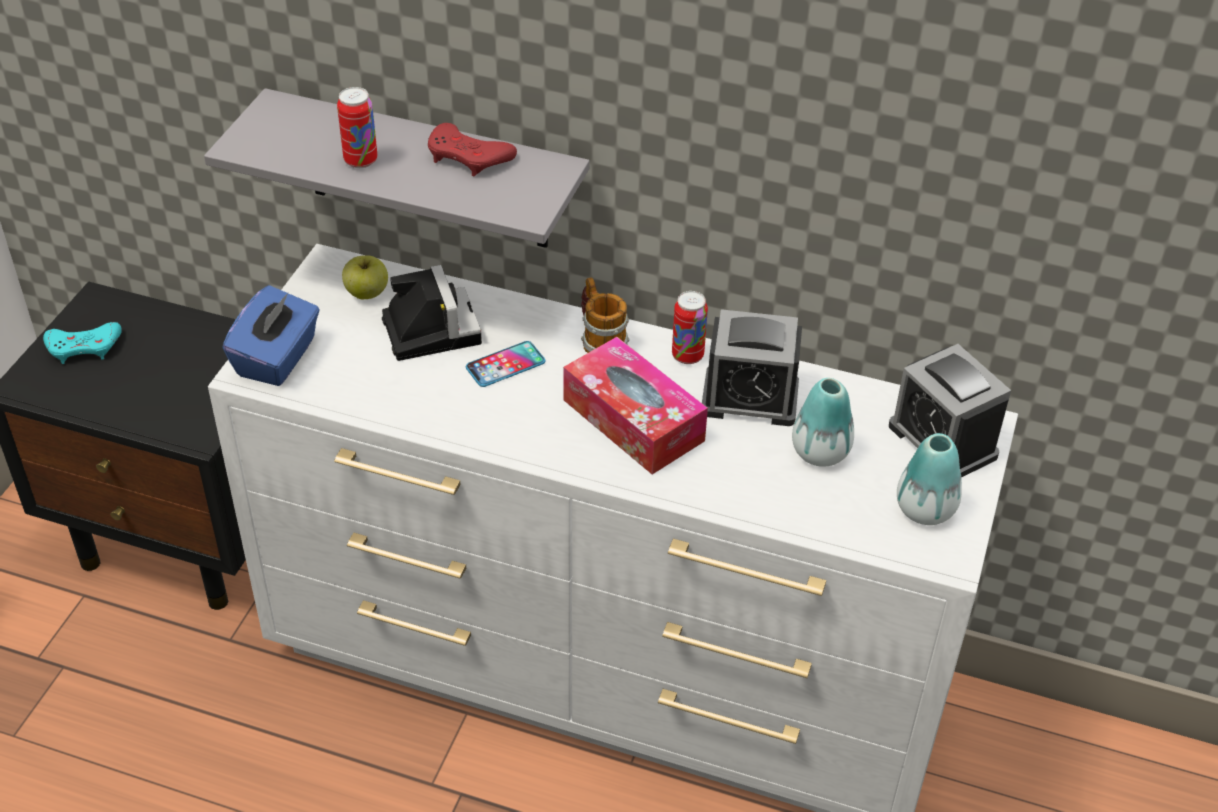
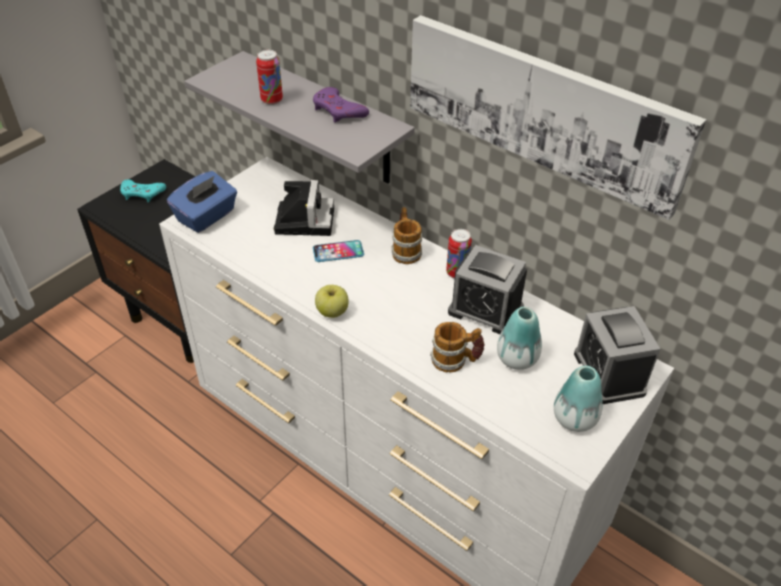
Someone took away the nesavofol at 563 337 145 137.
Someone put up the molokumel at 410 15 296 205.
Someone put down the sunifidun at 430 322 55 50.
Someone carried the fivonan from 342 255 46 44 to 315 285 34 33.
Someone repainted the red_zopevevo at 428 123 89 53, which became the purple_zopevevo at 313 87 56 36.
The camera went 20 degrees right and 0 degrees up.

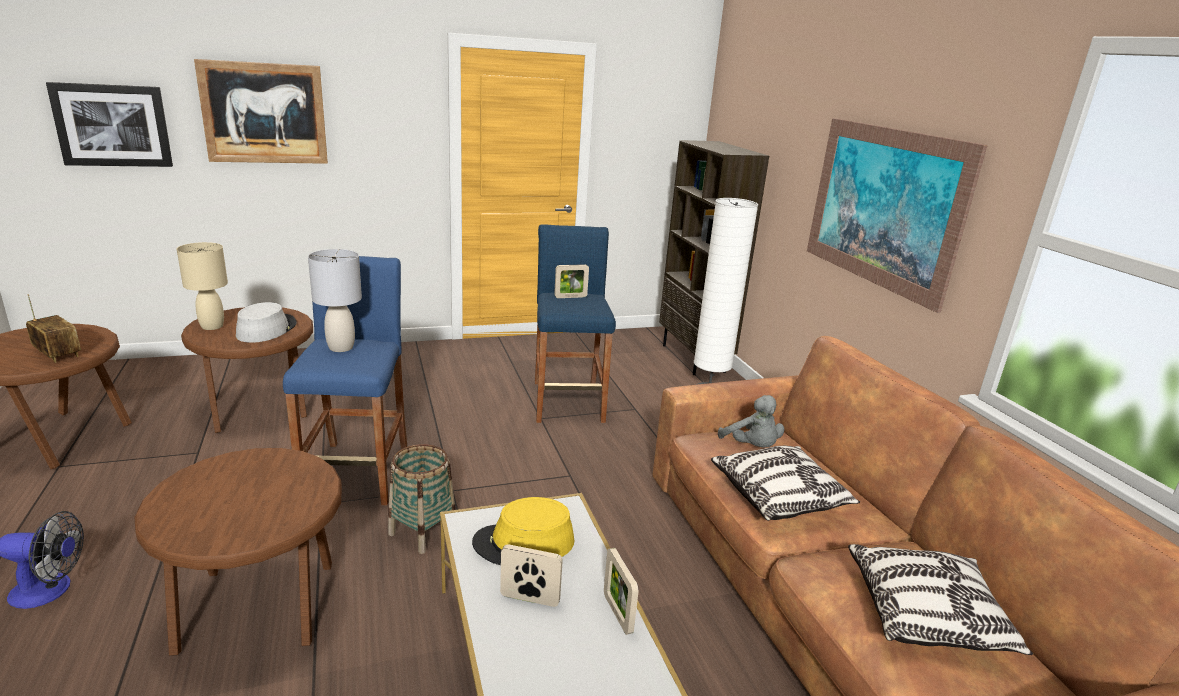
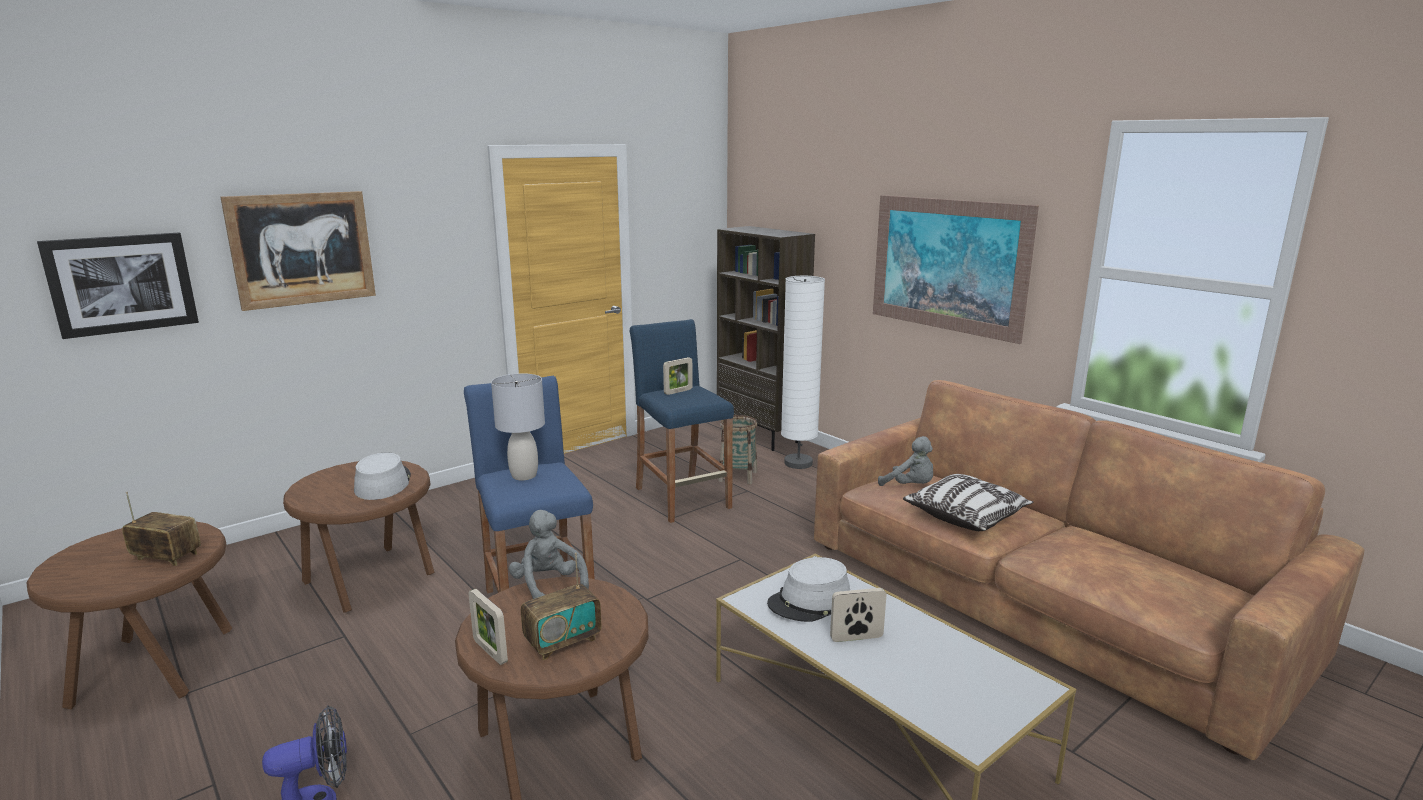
Someone took away the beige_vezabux at 177 242 51 88.
Someone took away the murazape at 848 544 185 111.
Someone put down the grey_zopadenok at 509 510 80 89.
Someone put down the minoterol at 521 553 81 107.
Someone carried the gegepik from 388 444 67 110 to 718 415 39 70.
Someone carried the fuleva from 604 548 35 87 to 468 589 40 76.
Someone repainted the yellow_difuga at 472 497 102 68, which became the grey_difuga at 767 557 83 65.
The camera went 20 degrees left and 5 degrees down.

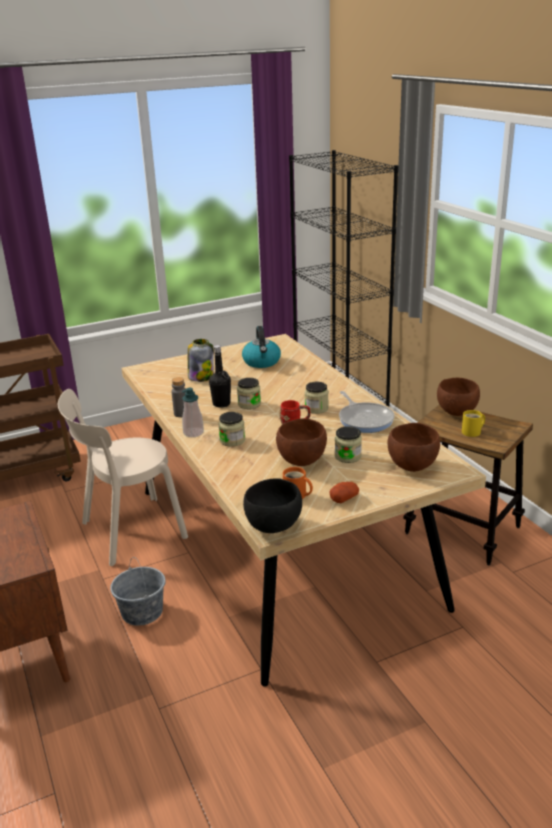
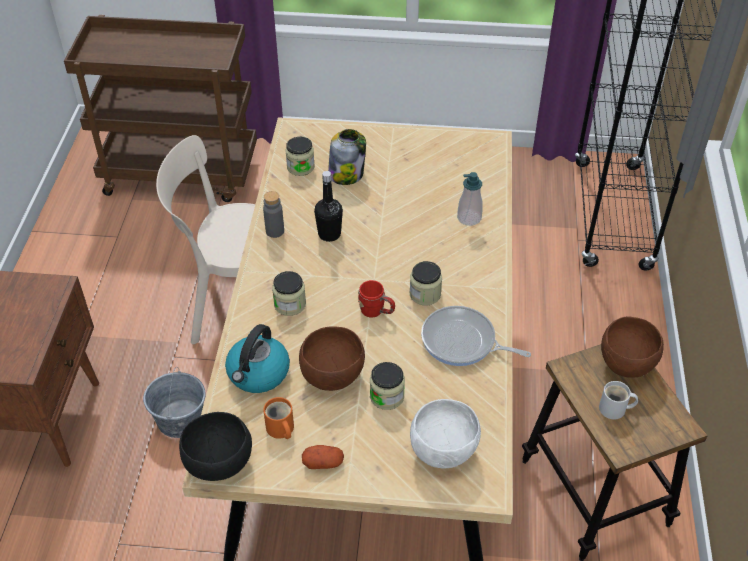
Someone carried the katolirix from 182 388 22 49 to 457 172 26 54.
Someone carried the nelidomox from 237 378 24 31 to 286 137 29 39.
Someone carried the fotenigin from 242 326 39 42 to 225 324 65 69.
Someone repainted the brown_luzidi at 387 423 53 49, which became the white_luzidi at 410 399 71 69.
Someone repainted the yellow_sunifidun at 462 410 23 27, which became the white_sunifidun at 599 381 39 38.
Someone rotated the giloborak at 339 391 55 42 by 105 degrees clockwise.
The camera went 30 degrees right and 20 degrees up.

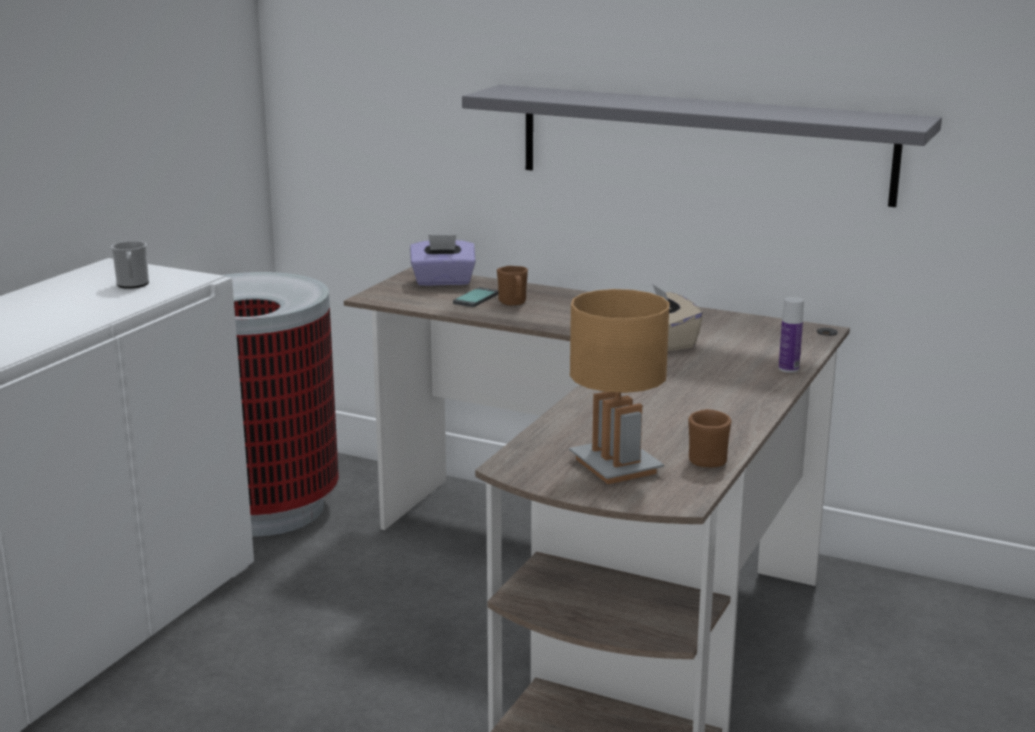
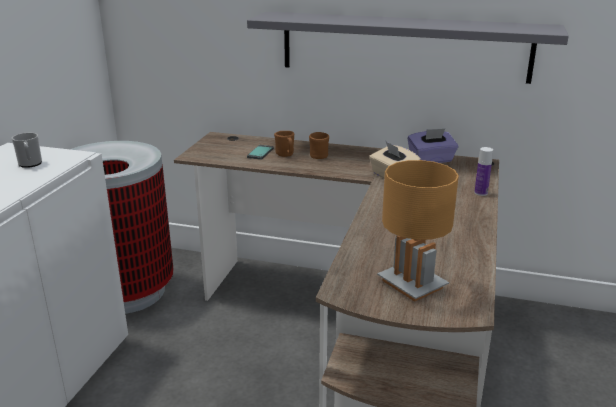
Someone carried the purple_nesavofol from 410 235 66 51 to 408 128 50 35.
Someone carried the brown_sunifidun from 688 409 44 58 to 309 132 20 27.
The camera went 10 degrees left and 5 degrees up.

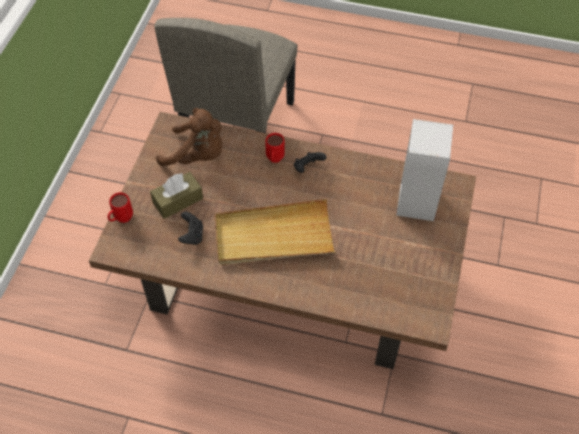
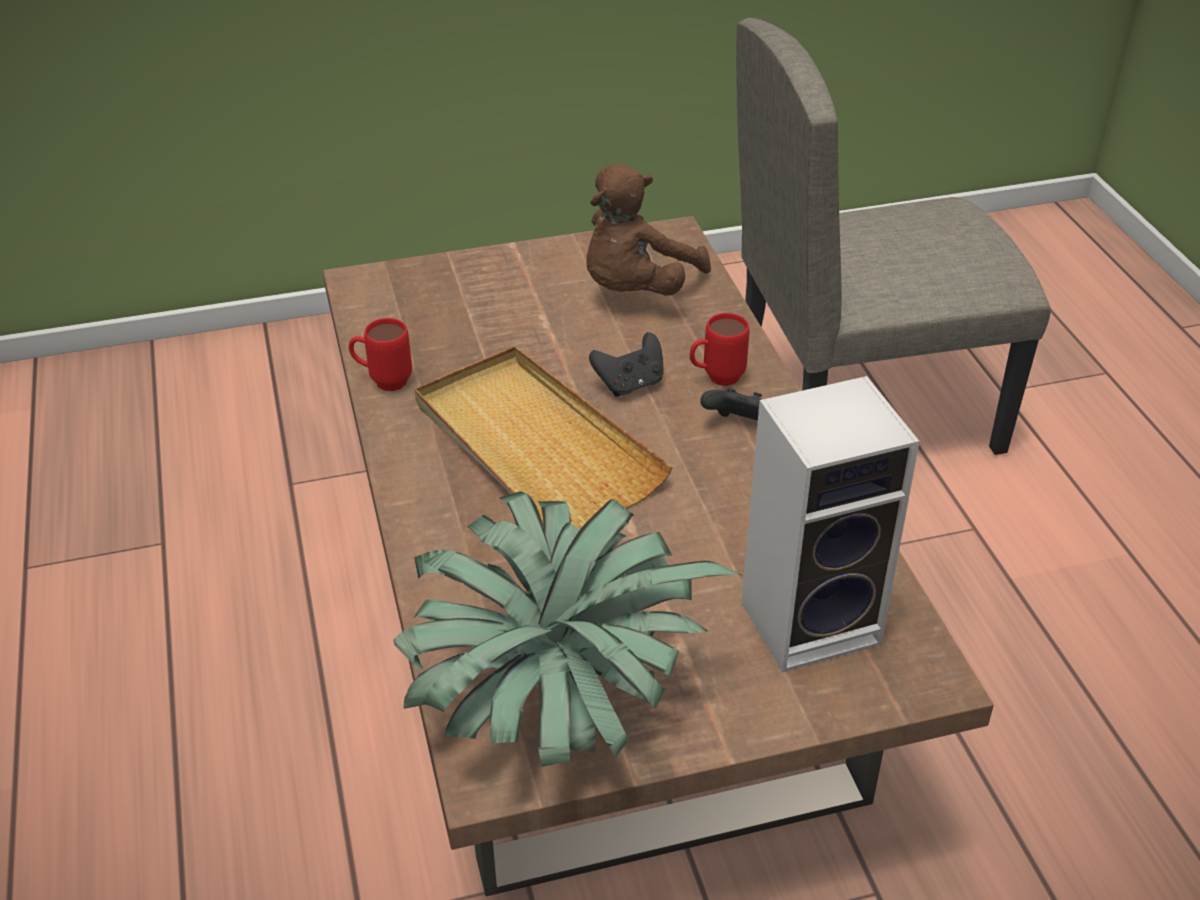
Someone took away the brown_nesavofol at 150 172 53 47.
Someone put down the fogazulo at 393 491 349 276.
Someone carried the red_sunifidun from 107 192 26 31 to 349 318 63 73.
Someone carried the black_zopevevo from 178 212 25 33 to 589 332 74 65.
Someone rotated the brown_zopadenok at 156 108 66 58 by 45 degrees clockwise.
The camera went 60 degrees right and 15 degrees down.

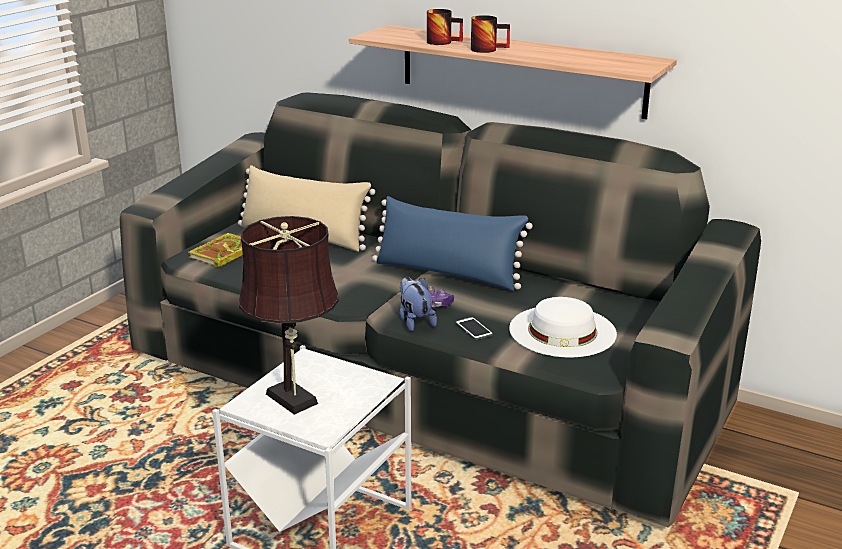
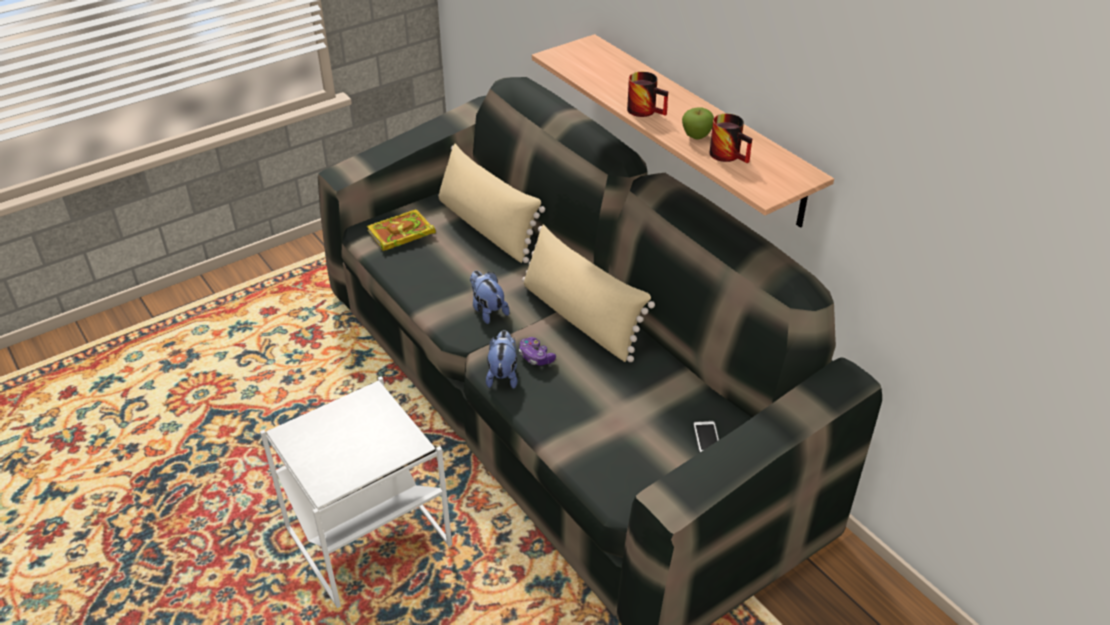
Someone took away the brown_vezabux at 239 216 100 199.
Someone took away the white_difuga at 509 297 108 60.
Someone put down the zopadenok at 470 271 40 53.
Someone put down the fivonan at 682 107 32 33.
Someone carried the sunifidun from 427 9 36 36 to 709 114 43 49.
Someone carried the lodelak from 455 317 38 23 to 693 421 26 32.
Someone repainted the blue_murazape at 372 196 161 95, which became the beige_murazape at 522 224 133 138.
The camera went 25 degrees right and 15 degrees up.

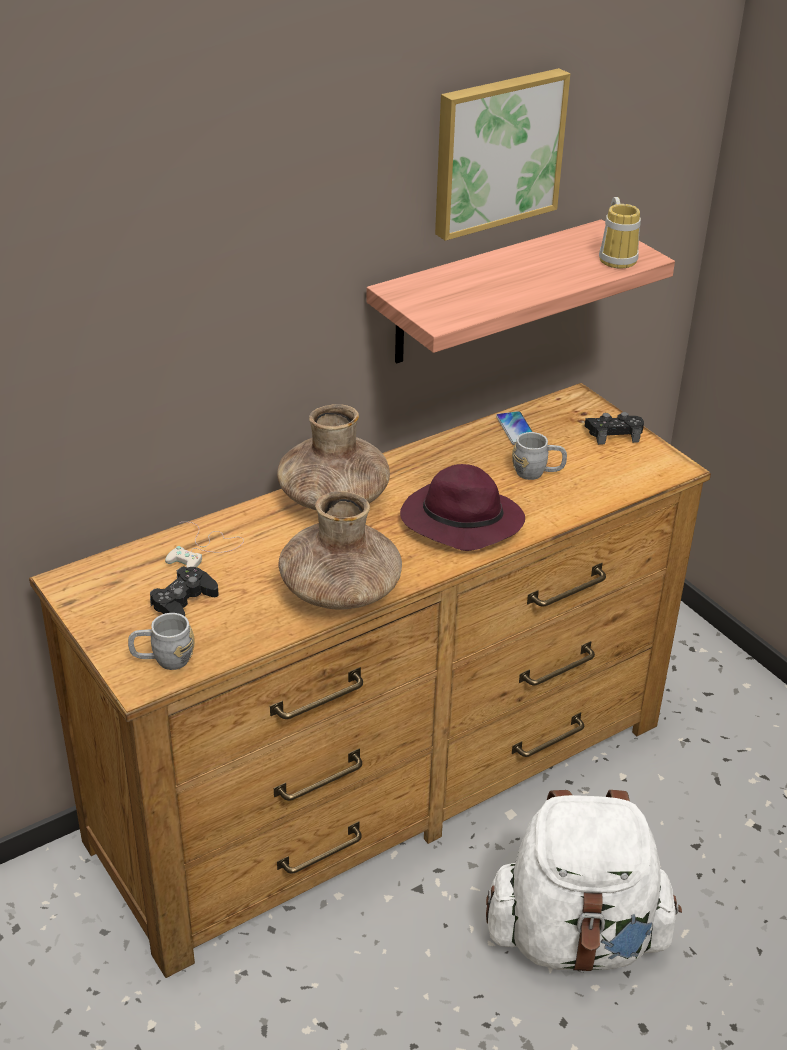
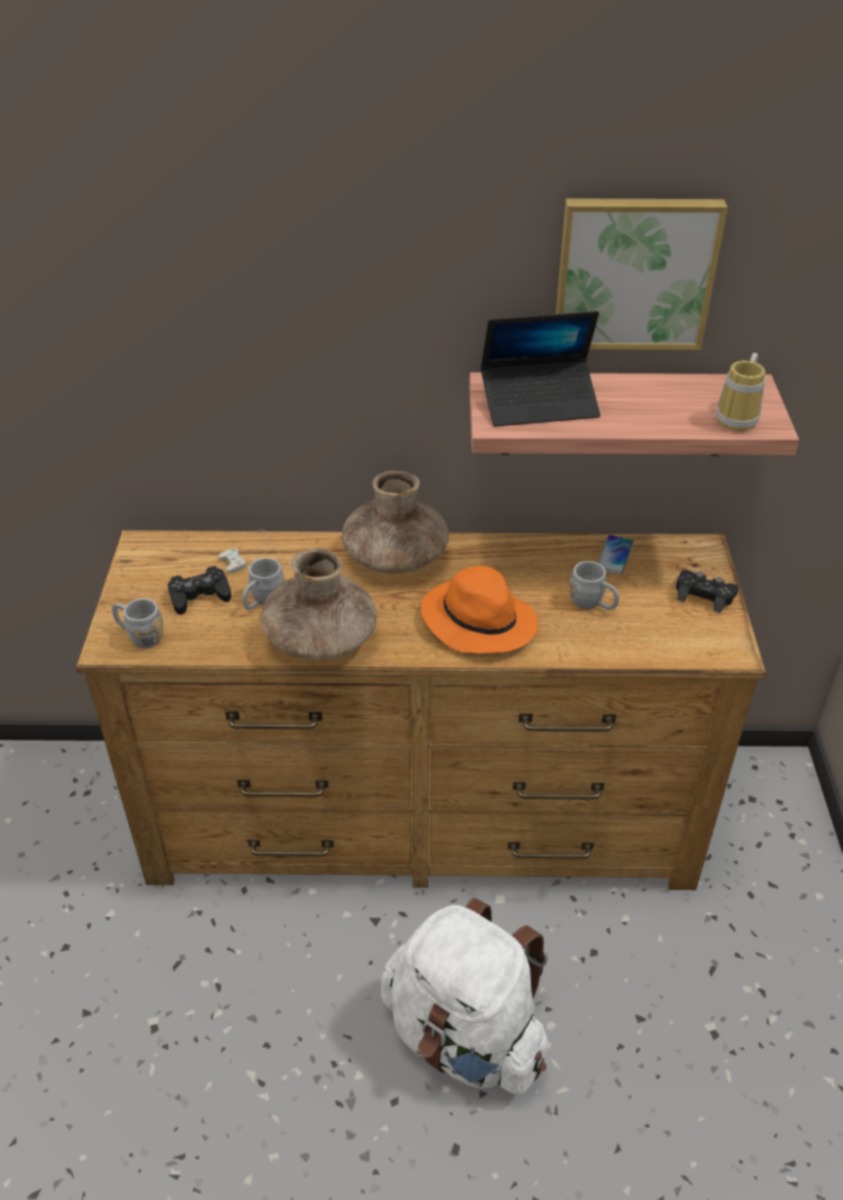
Someone put down the grey_sunifidun at 243 558 42 52.
Someone put down the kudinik at 481 311 119 116.
Someone repainted the purple_difuga at 400 464 125 87, which became the orange_difuga at 421 566 117 87.
The camera went 35 degrees right and 5 degrees up.

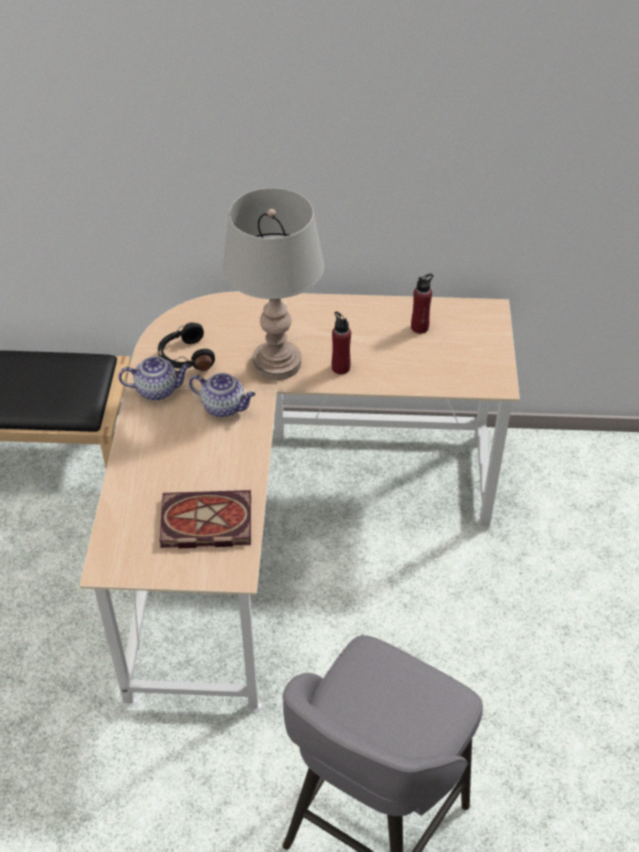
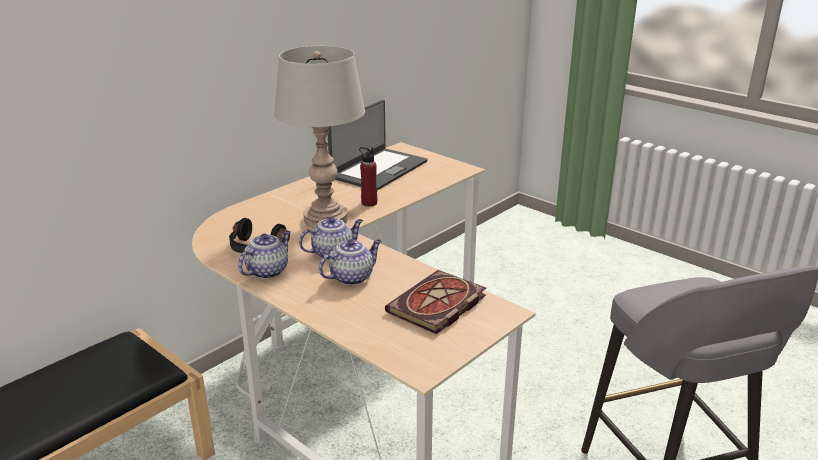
Someone put down the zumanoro at 319 239 63 46.
Someone swapped the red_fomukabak at 411 274 23 60 for the kudinik at 328 100 100 90.
The camera went 50 degrees left and 20 degrees down.

